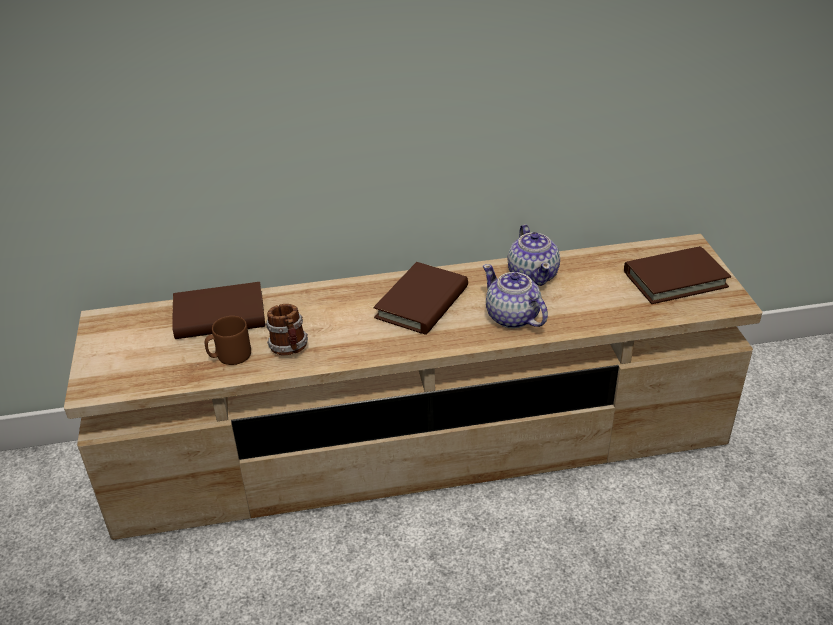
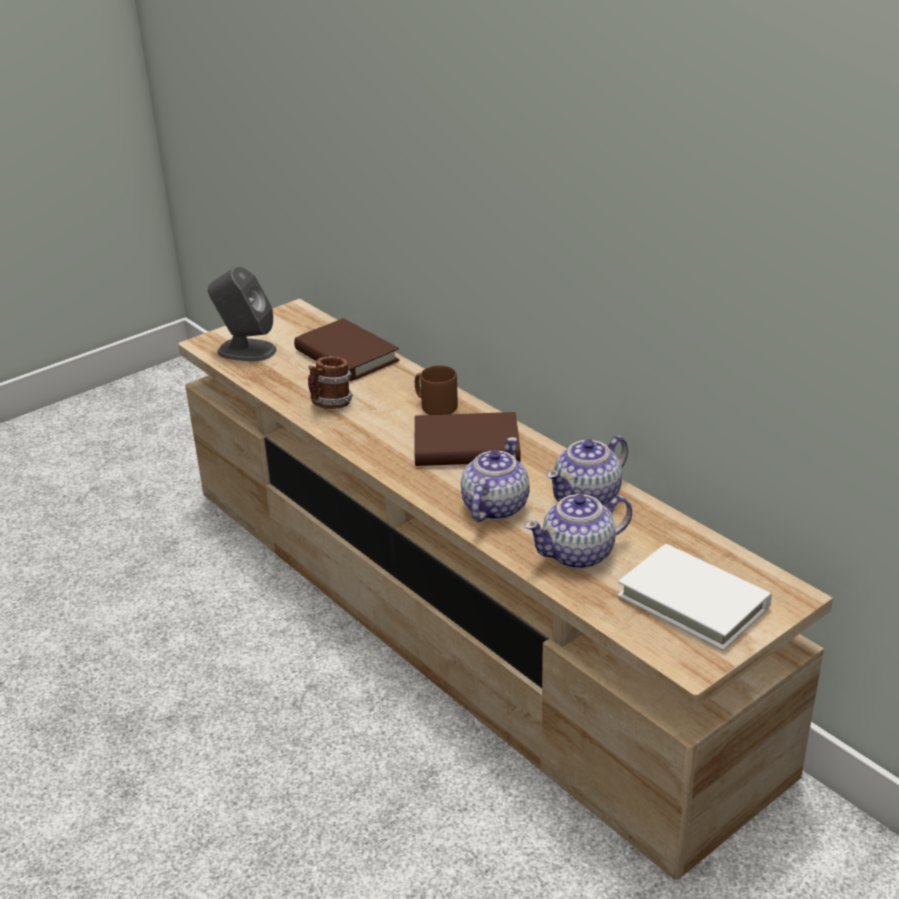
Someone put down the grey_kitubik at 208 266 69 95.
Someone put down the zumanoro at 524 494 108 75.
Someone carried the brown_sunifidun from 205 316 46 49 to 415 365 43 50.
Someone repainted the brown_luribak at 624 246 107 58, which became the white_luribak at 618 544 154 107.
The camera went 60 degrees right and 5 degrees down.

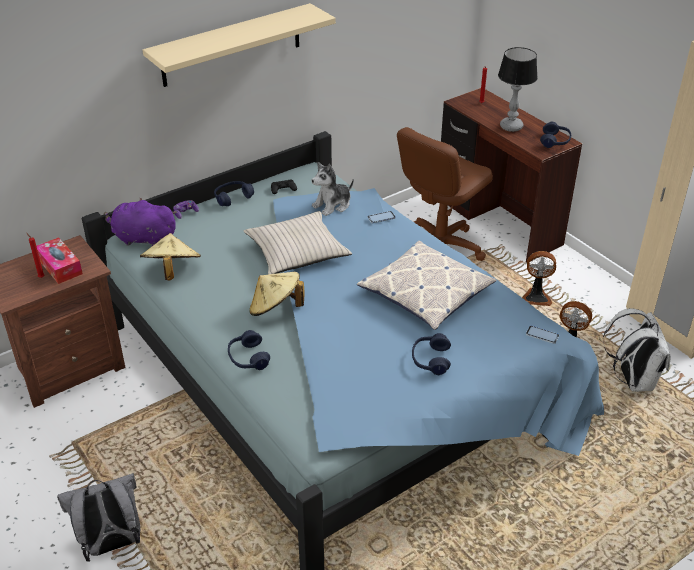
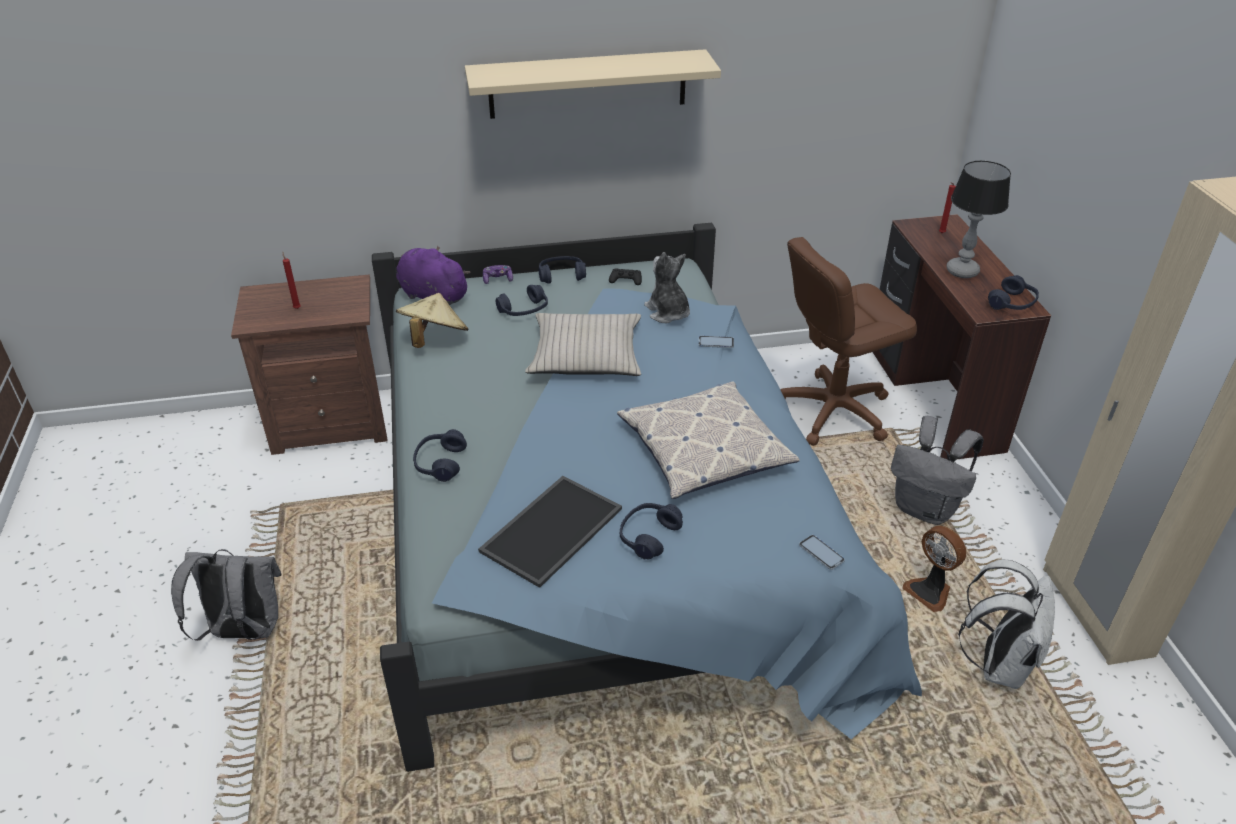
Someone took away the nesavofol at 37 237 46 47.
Someone took away the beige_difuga at 249 272 56 44.
Someone put down the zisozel at 478 476 144 112.
Someone put down the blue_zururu at 496 285 52 31.
Someone swapped the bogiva at 522 251 34 55 for the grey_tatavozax at 891 416 93 109.
Someone rotated the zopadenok at 311 162 43 54 by 75 degrees clockwise.
The camera went 25 degrees right and 0 degrees up.

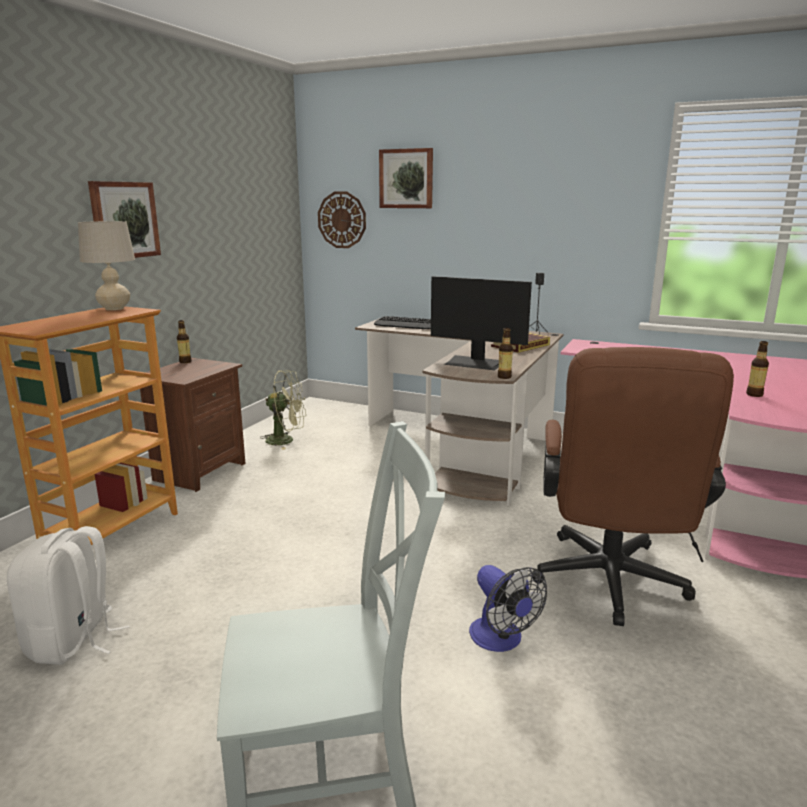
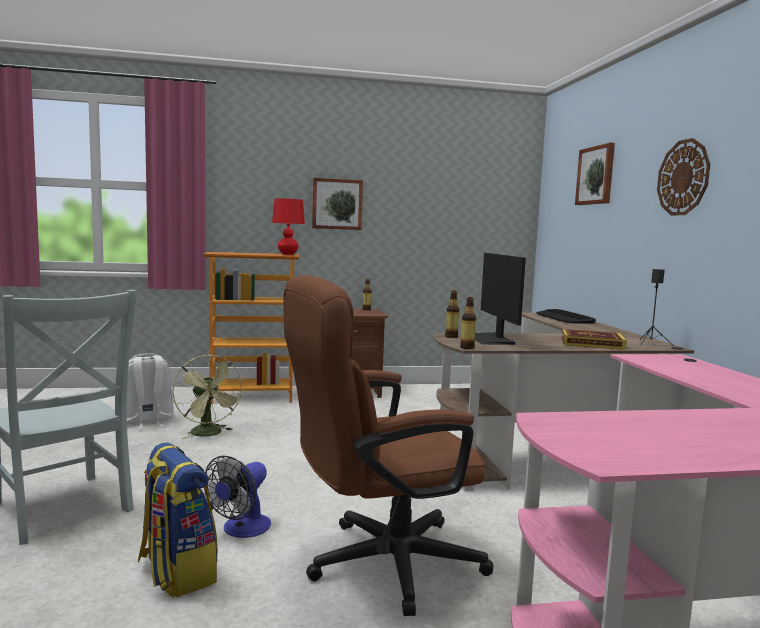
Someone put down the tatavozax at 138 442 80 156.
Someone carried the green_bogiva from 260 370 46 80 to 172 354 71 85.
Someone carried the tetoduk from 318 192 48 56 to 657 138 53 78.
Someone carried the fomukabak from 746 341 23 56 to 445 291 15 47.
Someone repainted the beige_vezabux at 78 221 57 89, which became the red_vezabux at 272 198 33 57.
The camera went 55 degrees right and 10 degrees down.

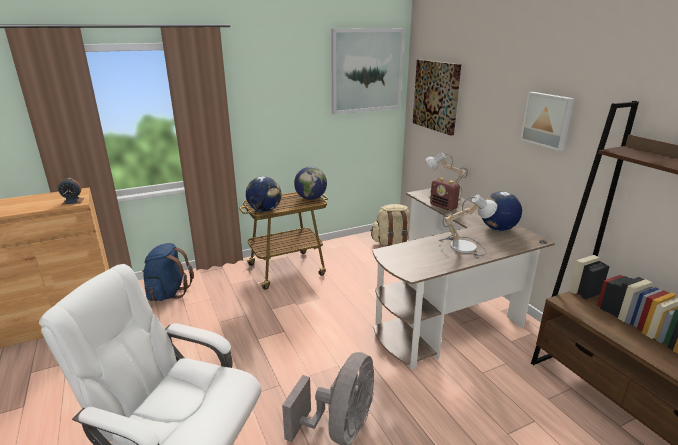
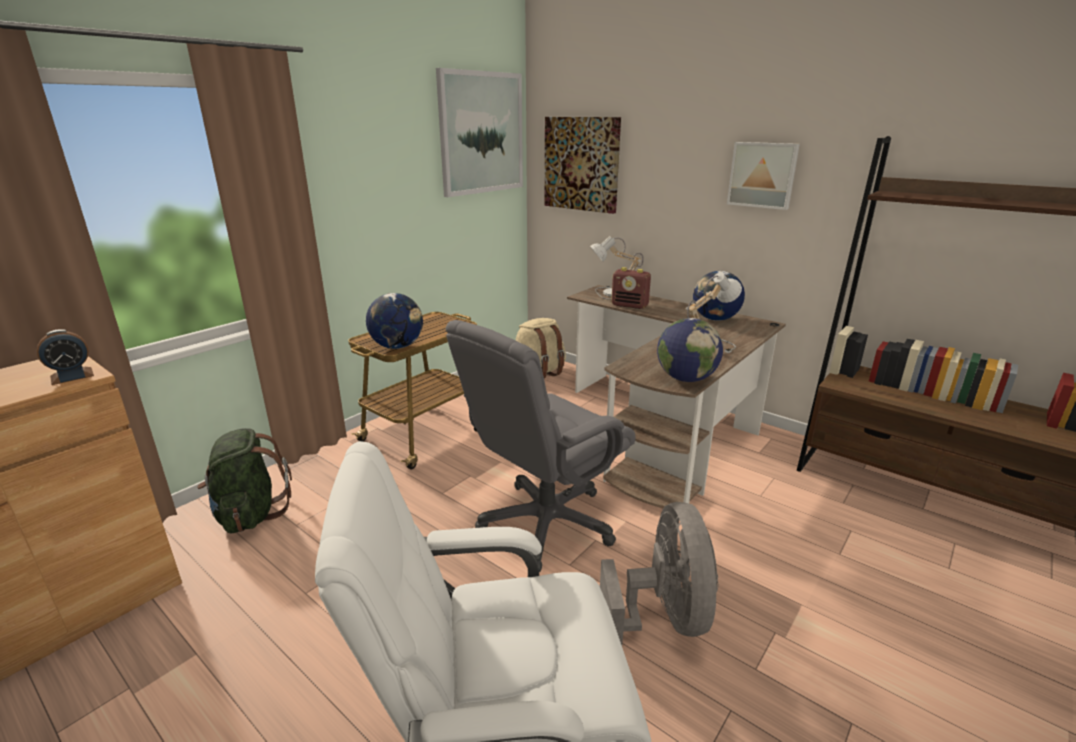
Someone put down the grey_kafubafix at 446 320 190 252.
Someone carried the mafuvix from 294 167 33 33 to 657 318 66 64.
Someone repainted the blue_tatavozax at 142 243 52 58, which became the green_tatavozax at 197 428 95 106.
The camera went 25 degrees left and 0 degrees up.

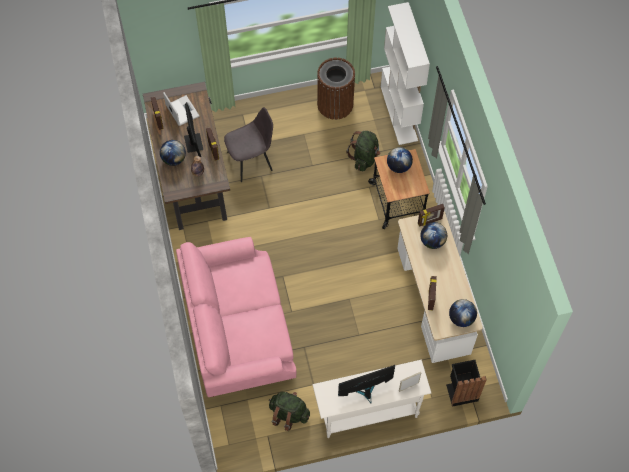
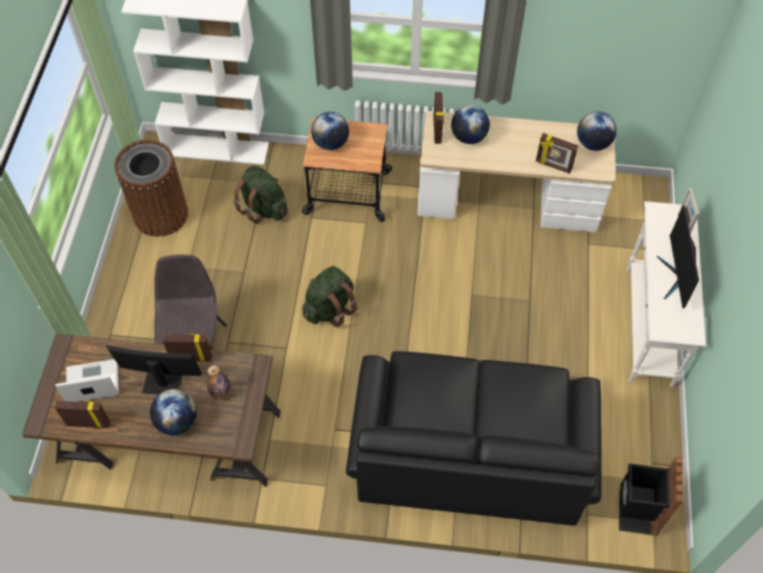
Someone carried the green_tatavozax from 269 392 41 39 to 302 266 55 61.
Someone carried the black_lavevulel from 446 360 41 47 to 619 456 65 80.
Someone repainted the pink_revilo at 176 237 120 160, which became the black_revilo at 346 351 256 175.
The camera went 70 degrees left and 5 degrees down.

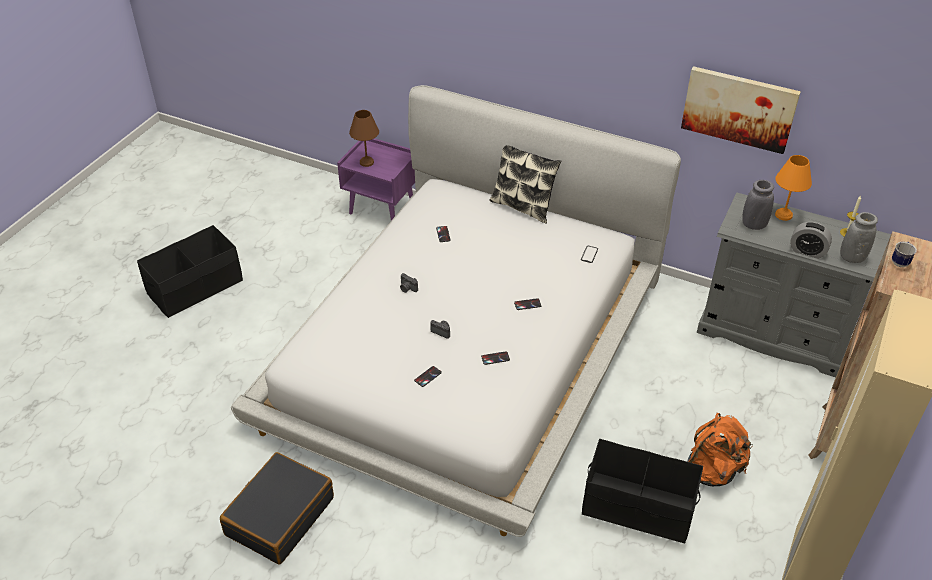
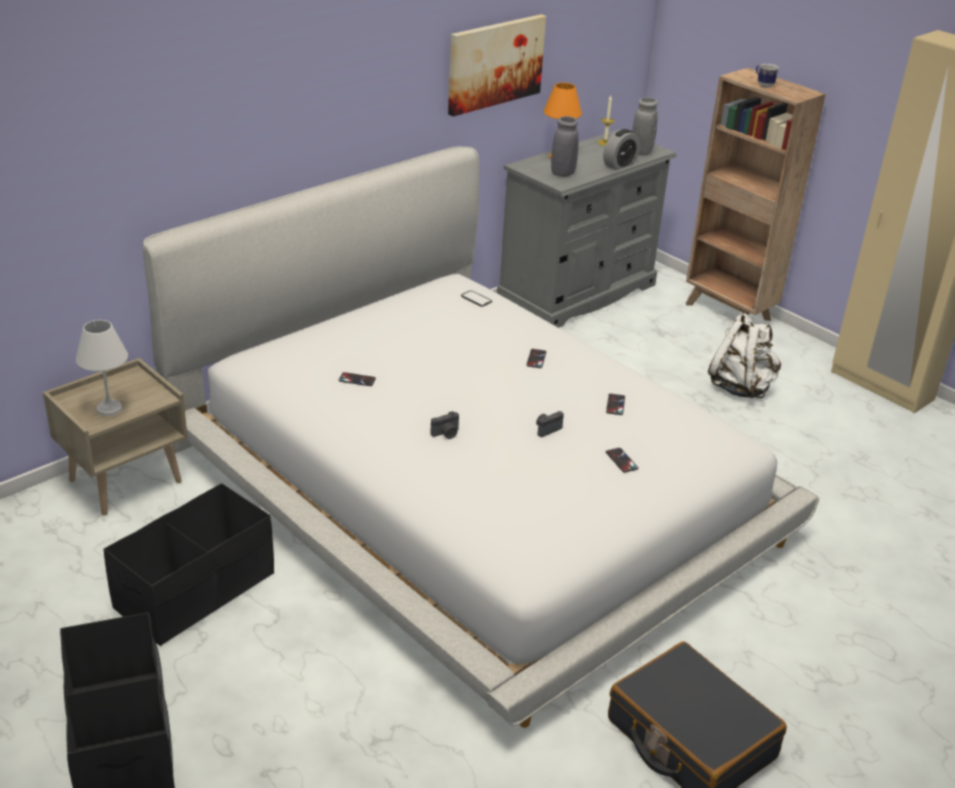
Someone took away the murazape at 489 145 73 79.
Someone carried the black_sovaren from 582 439 121 105 to 103 483 171 163.
Someone repainted the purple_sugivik at 337 138 78 82, which became the beige_sugivik at 43 358 145 157.
Someone repainted the brown_vezabux at 349 110 30 57, which became the white_vezabux at 76 320 52 96.
Someone repainted the orange_tatavozax at 687 413 66 73, which became the white_tatavozax at 708 313 73 85.
The camera went 70 degrees left and 10 degrees down.

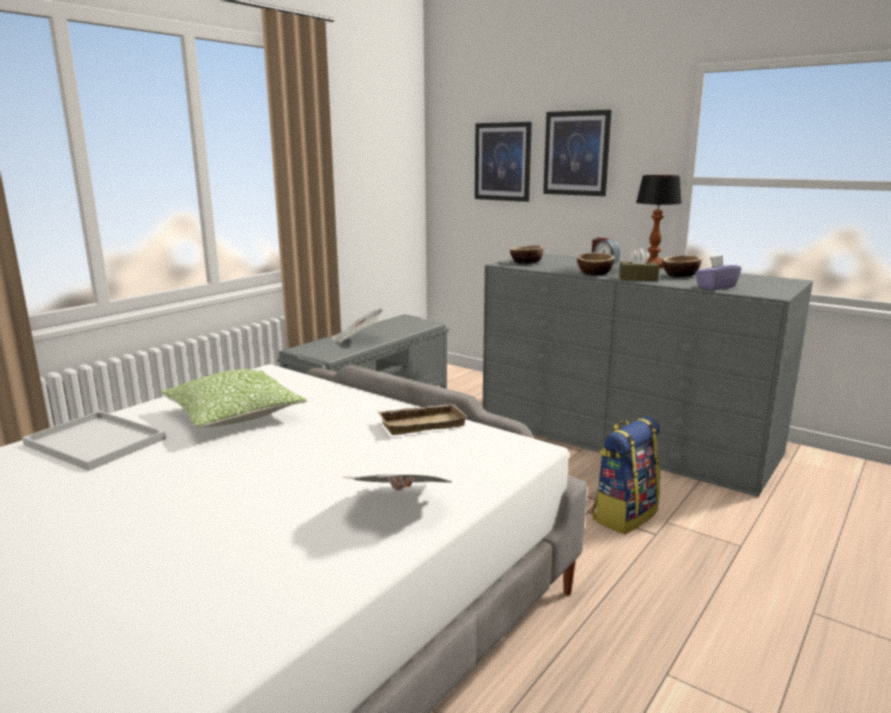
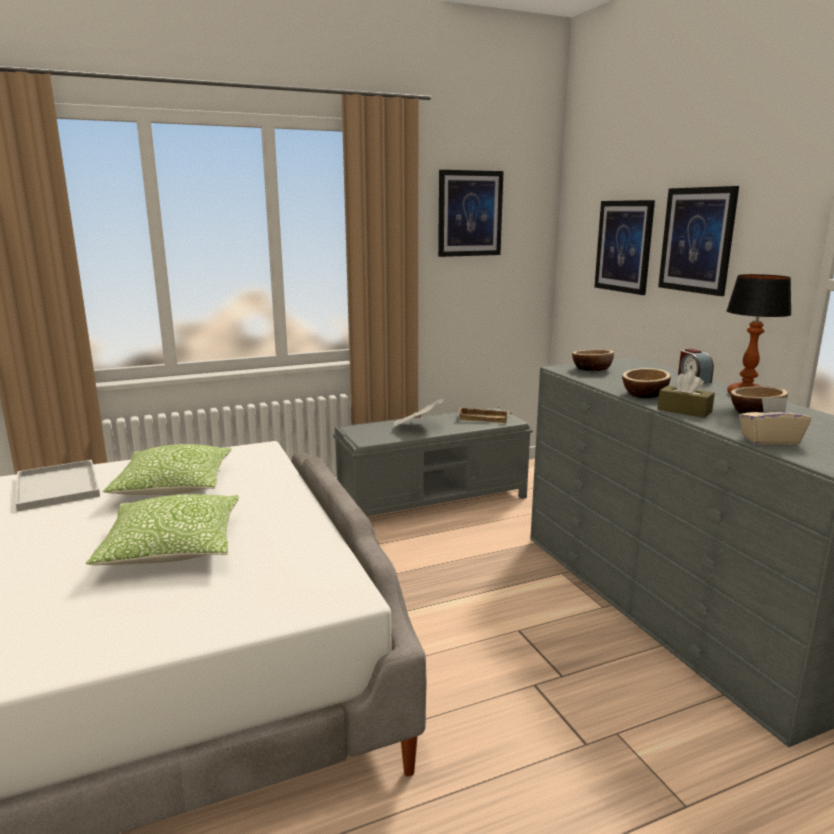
Someone took away the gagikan at 343 474 109 16.
Someone took away the tatavozax at 592 416 68 118.
Someone put down the murazape at 86 494 153 71.
Someone put up the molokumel at 438 170 65 87.
Someone carried the beige_zisozel from 378 404 90 31 to 458 407 51 16.
Someone repainted the purple_nesavofol at 695 255 47 35, which became the beige_nesavofol at 739 397 72 48.
The camera went 30 degrees right and 0 degrees up.

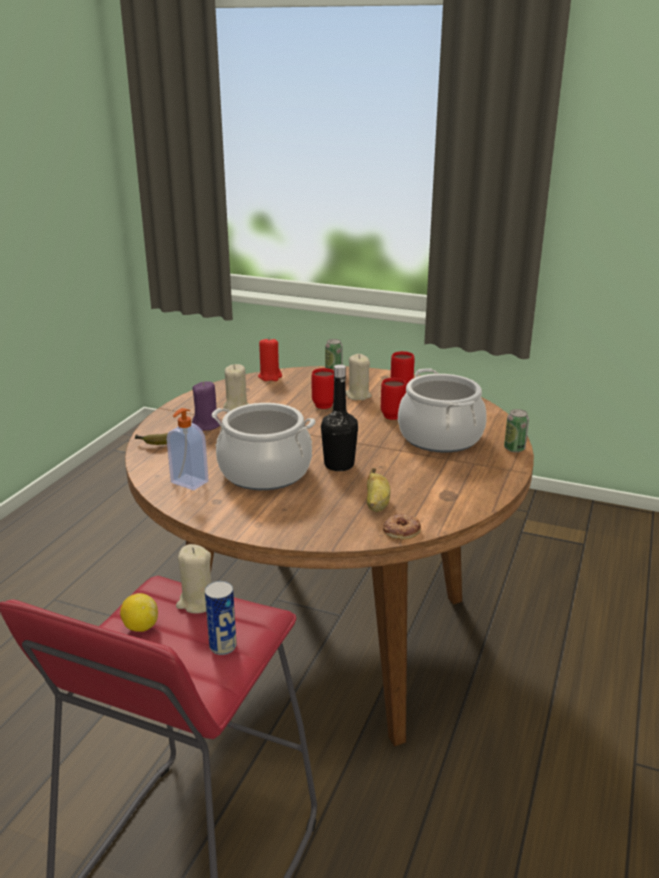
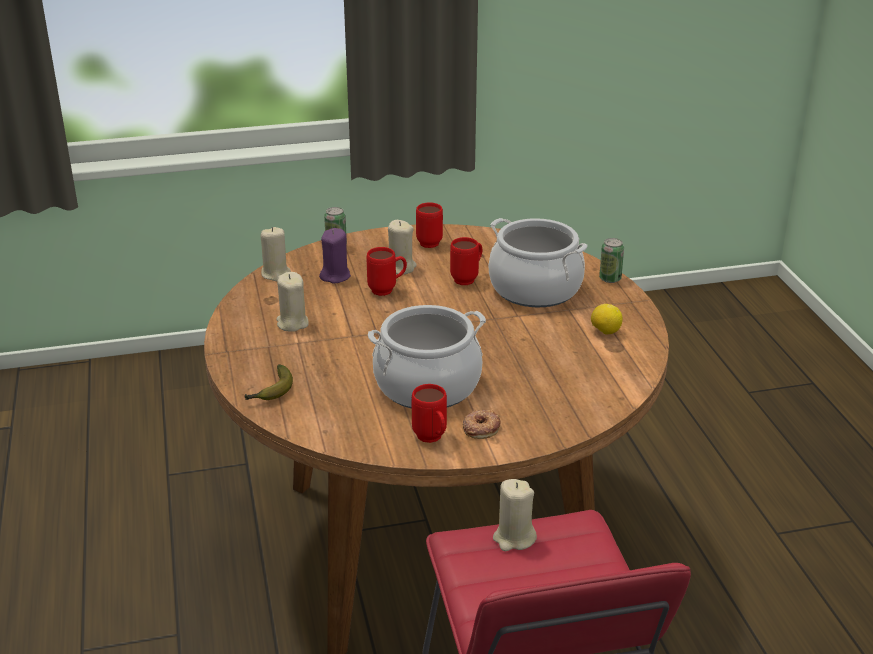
Someone took away the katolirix at 167 408 42 82.
Someone took away the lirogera at 205 581 32 74.
Someone took away the black_fomukabak at 321 364 37 107.
Someone took away the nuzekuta at 367 468 23 44.
Someone put down the red_sunifidun at 412 384 35 59.
Someone carried the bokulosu from 120 593 38 39 to 591 304 32 30.
Someone carried the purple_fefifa from 192 381 30 50 to 319 228 32 55.
Someone carried the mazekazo from 383 513 38 27 to 463 410 38 29.
Someone repainted the red_fefifa at 258 337 24 44, which became the beige_fefifa at 260 227 31 54.
The camera went 35 degrees left and 5 degrees up.

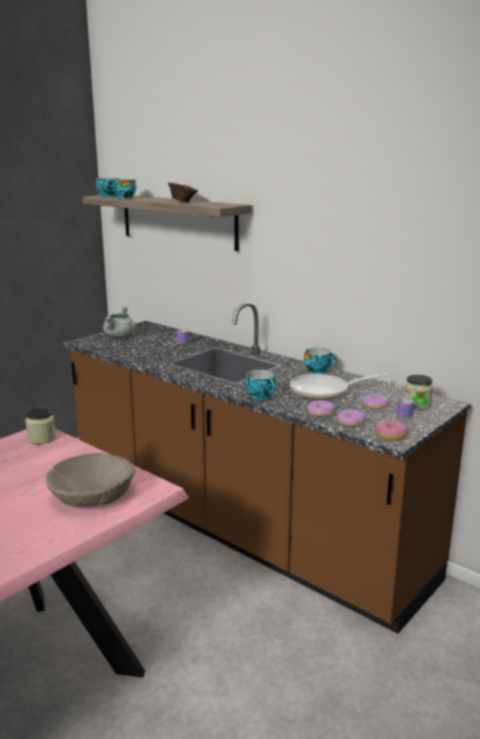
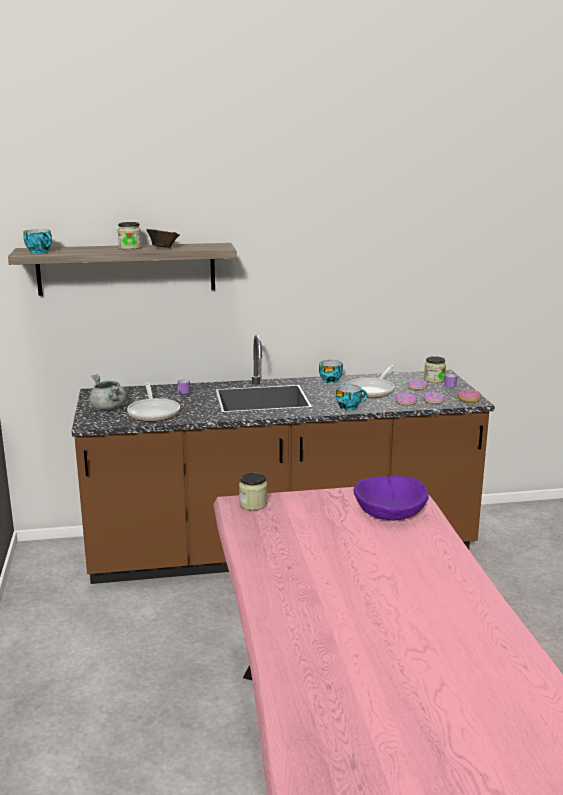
Someone took away the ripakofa at 113 179 23 20.
Someone put down the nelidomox at 118 222 24 28.
Someone put down the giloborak at 127 382 53 40.
Someone repainted the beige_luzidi at 46 453 89 54, which became the purple_luzidi at 354 476 75 45.
The camera went 50 degrees left and 0 degrees up.

